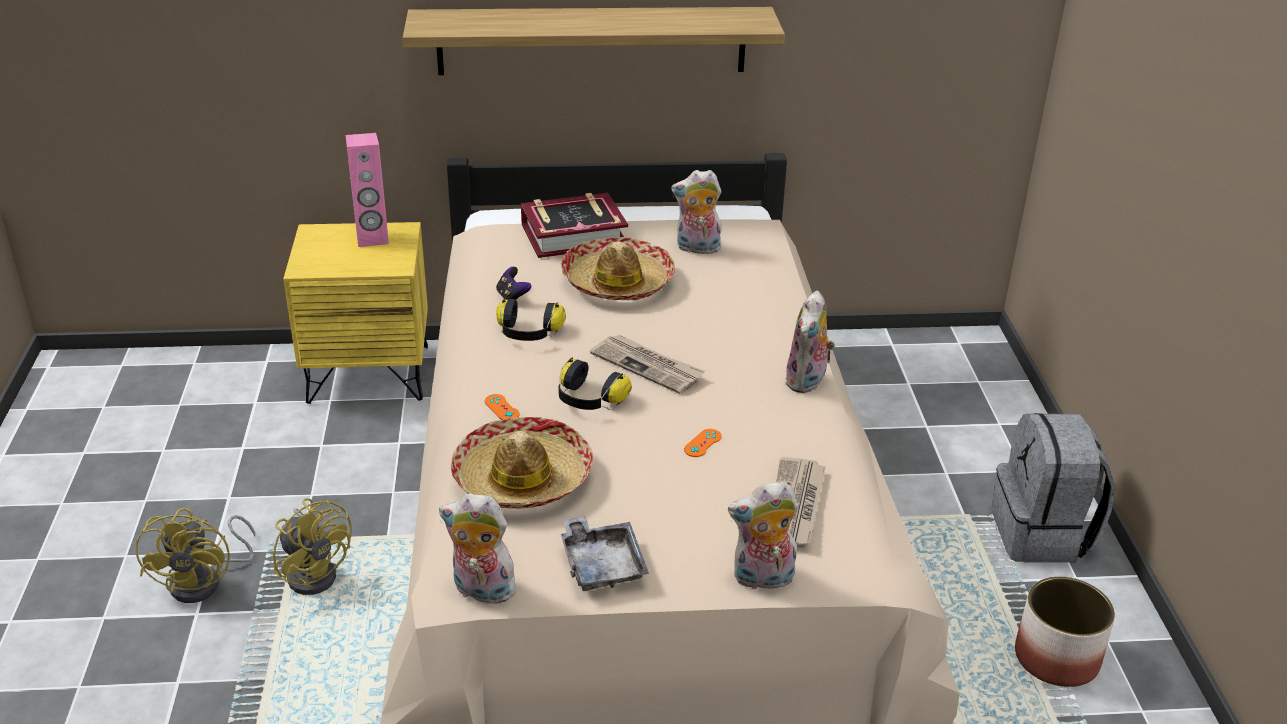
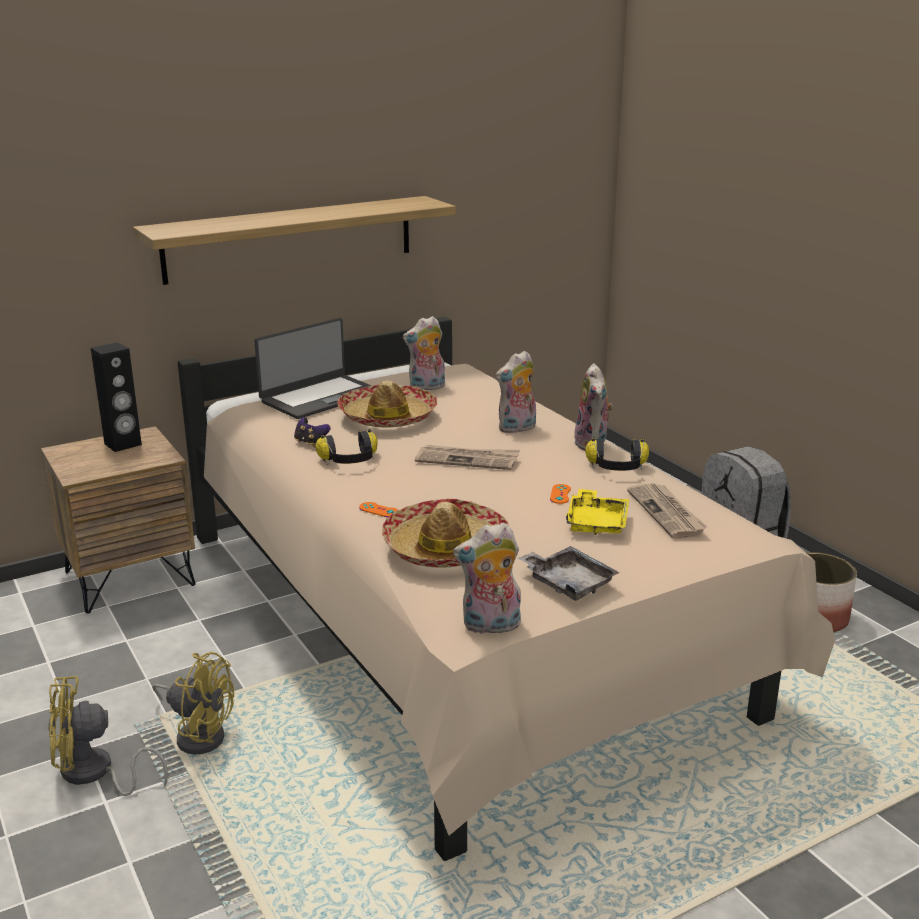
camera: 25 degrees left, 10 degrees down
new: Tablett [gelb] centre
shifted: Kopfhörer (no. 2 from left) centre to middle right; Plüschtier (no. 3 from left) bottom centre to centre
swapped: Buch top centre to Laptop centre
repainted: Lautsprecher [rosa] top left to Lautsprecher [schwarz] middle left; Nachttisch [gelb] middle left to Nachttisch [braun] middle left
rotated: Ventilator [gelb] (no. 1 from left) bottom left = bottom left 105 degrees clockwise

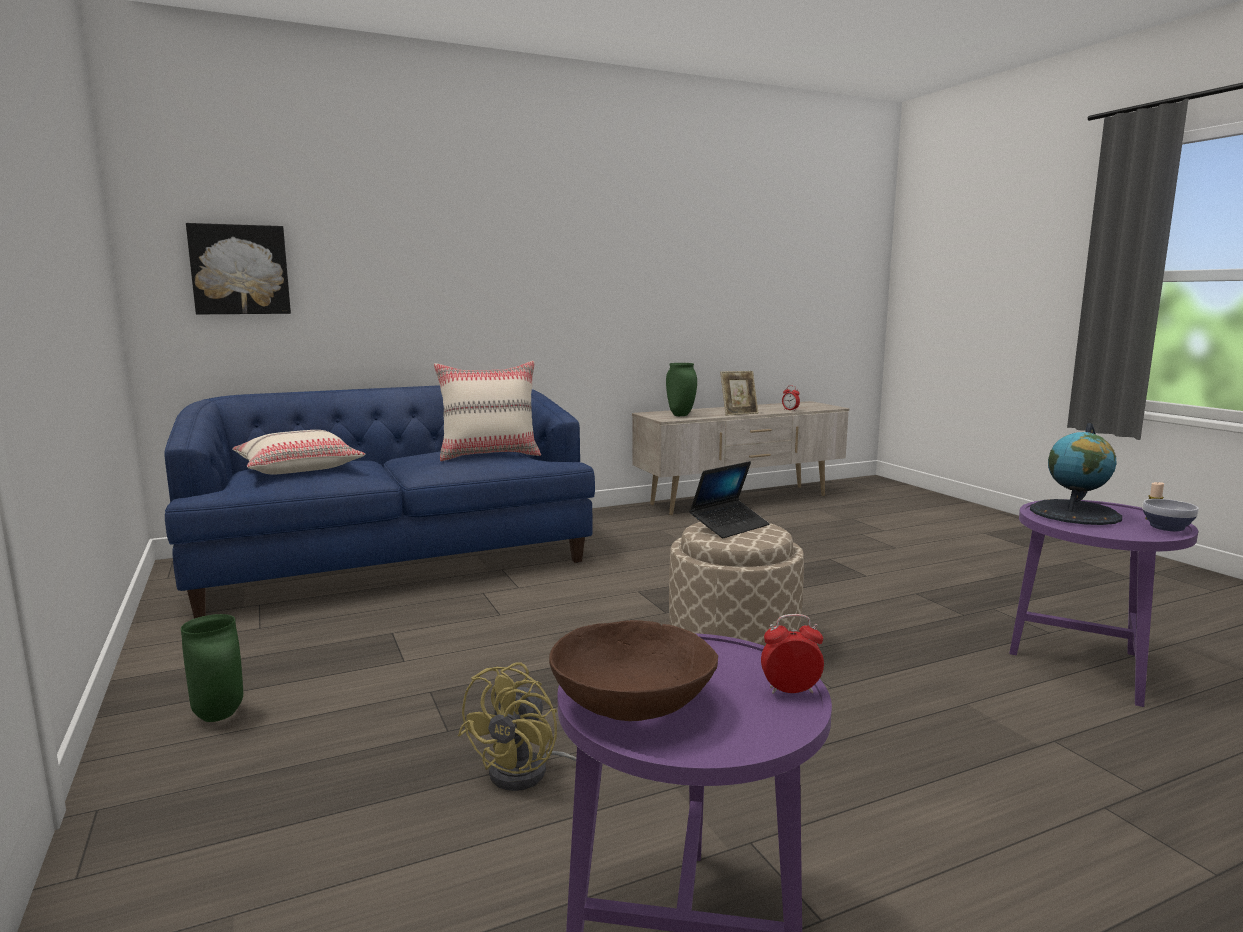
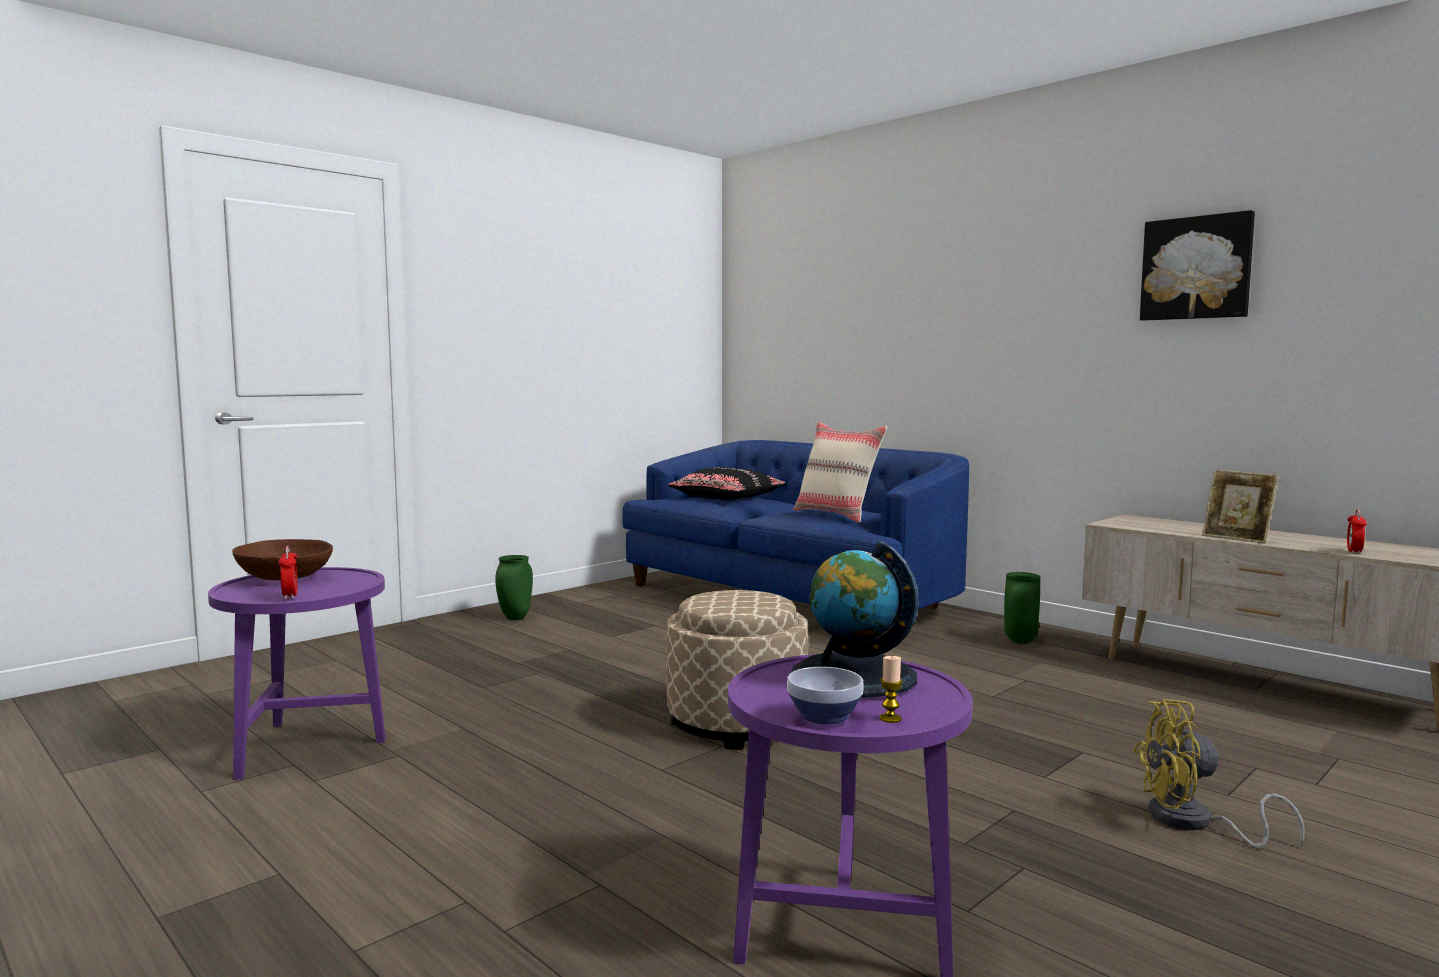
camera: 70 degrees right, 5 degrees down
gone: Laptop centre
shifted: Bild top left to top right; Vase [grün] (no. 2 from left) centre to middle right; Ventilator [gelb] bottom centre to bottom right
repainted: Kissen [beige] (no. 1 from left) middle left to Kissen [schwarz] centre

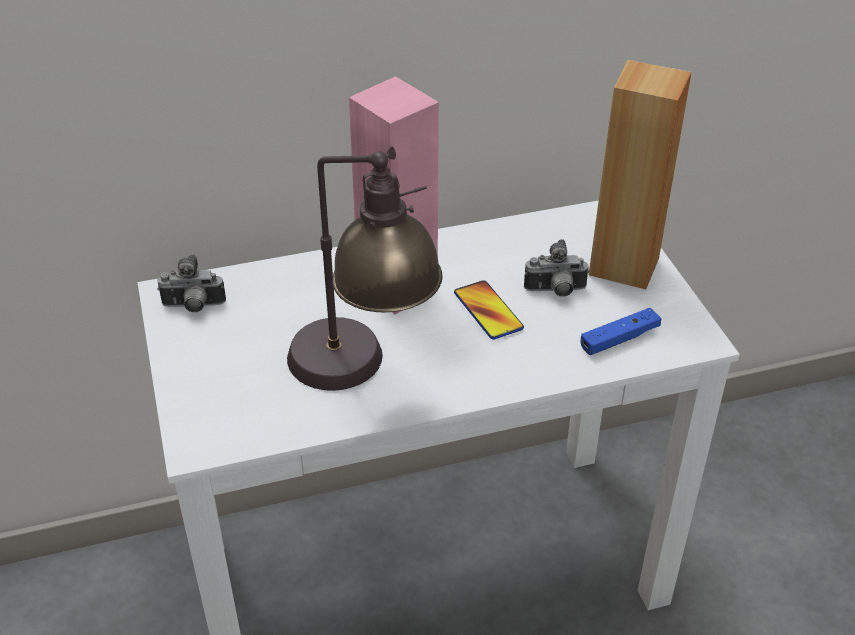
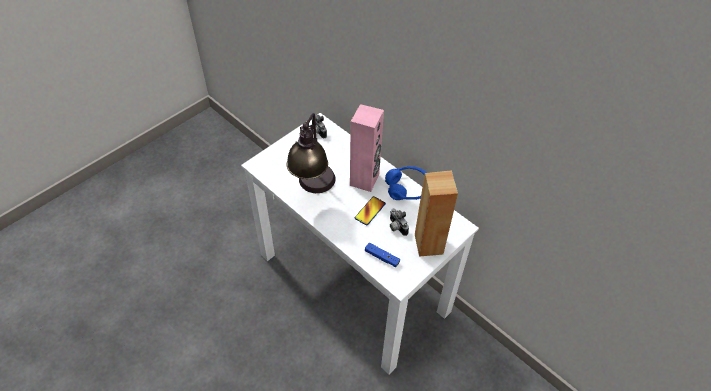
camera: 60 degrees right, 10 degrees up
new: Kopfhörer [blau] centre

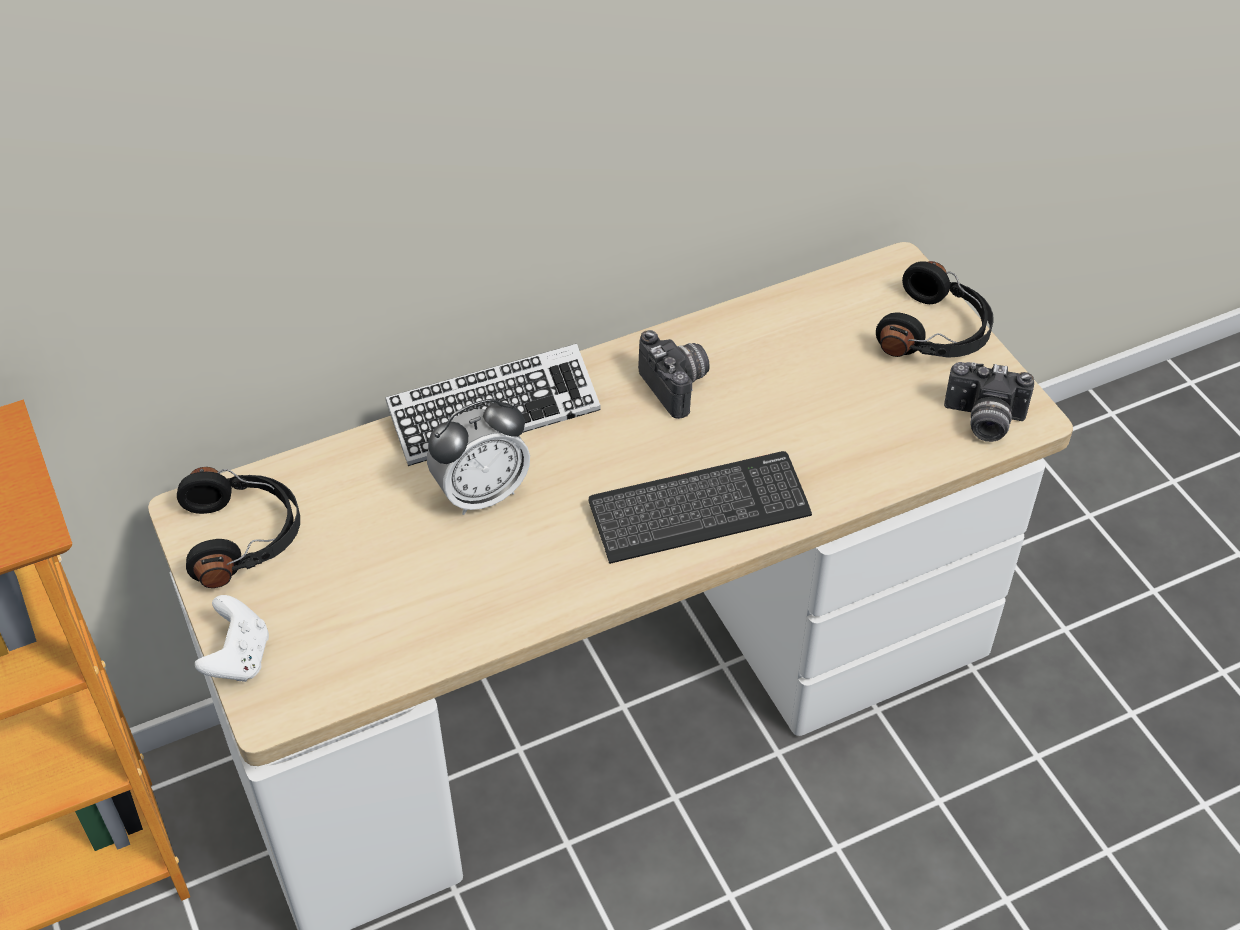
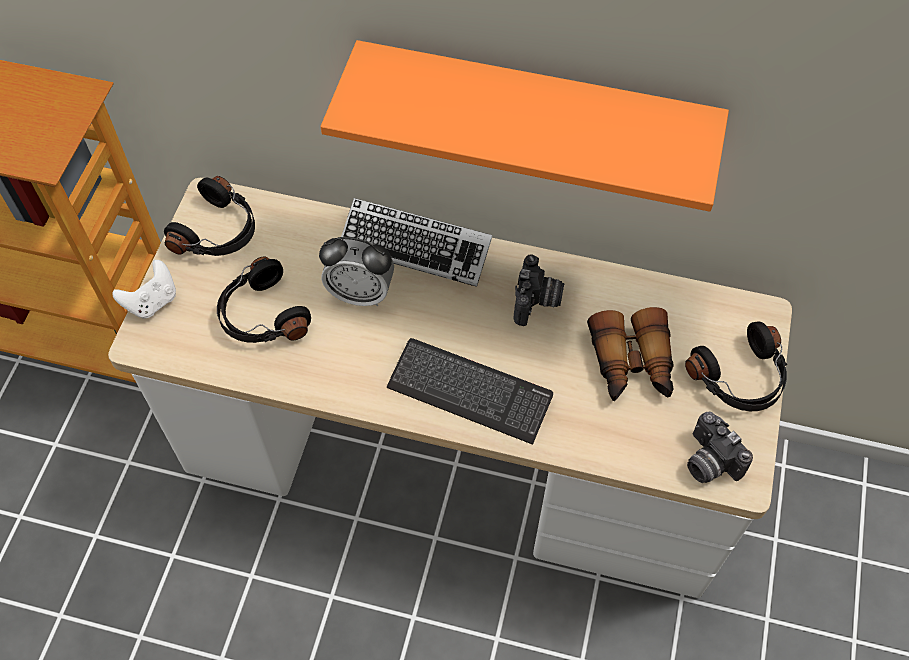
camera: 40 degrees right, 10 degrees up
new: Wandregal [orange] top centre; Kopfhörer [schwarz] (no. 2 from left) middle left; Fernglas middle right

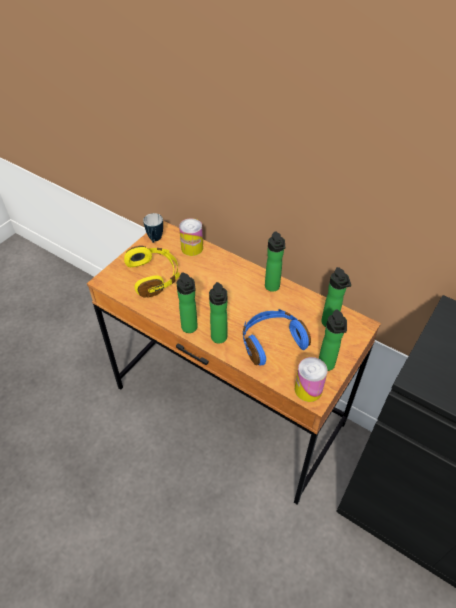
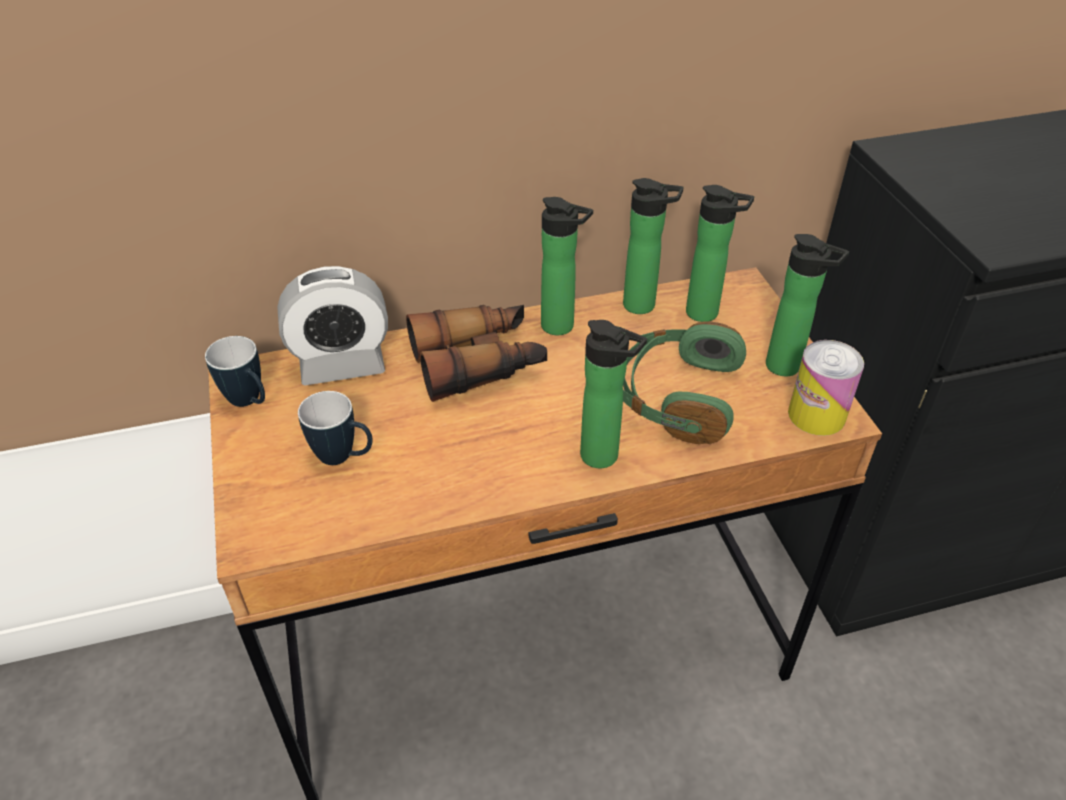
camera: 50 degrees left, 5 degrees down
new: Fernglas centre
shifted: Flasche (no. 1 from left in the first image) centre to Flasche (no. 3 from left) top centre
swapped: Dose (no. 1 from left) centre to Wecker middle left; Kopfhörer [gelb] centre to Henkelbecher (no. 2 from left) middle left
repainted: Kopfhörer [blau] centre to Kopfhörer [grün] centre

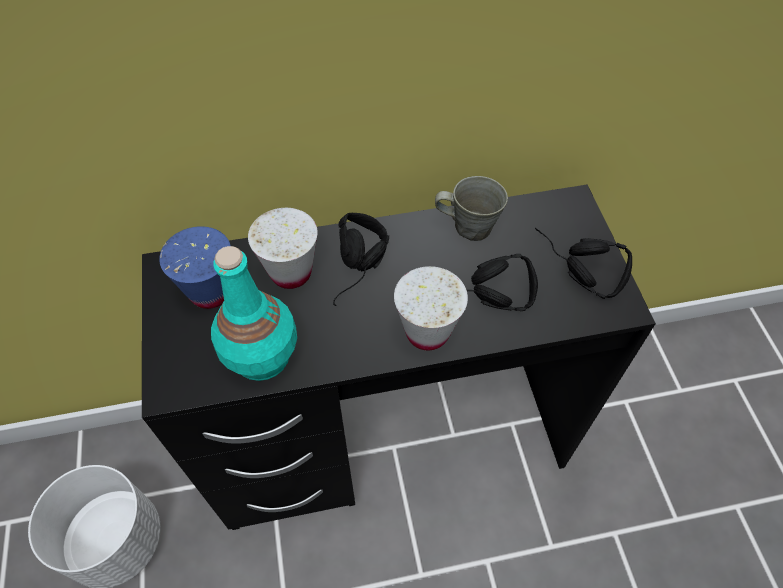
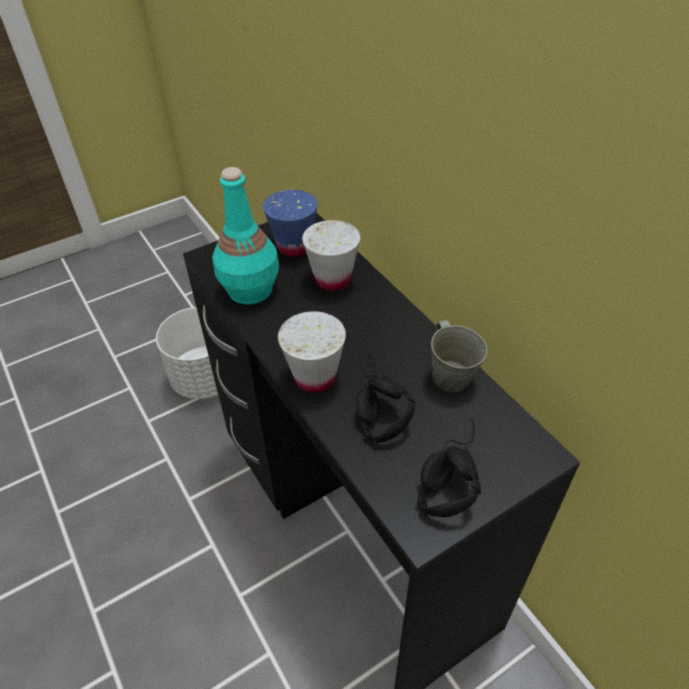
camera: 70 degrees right, 10 degrees down
gone: Kopfhörer [schwarz] (no. 1 from left) centre

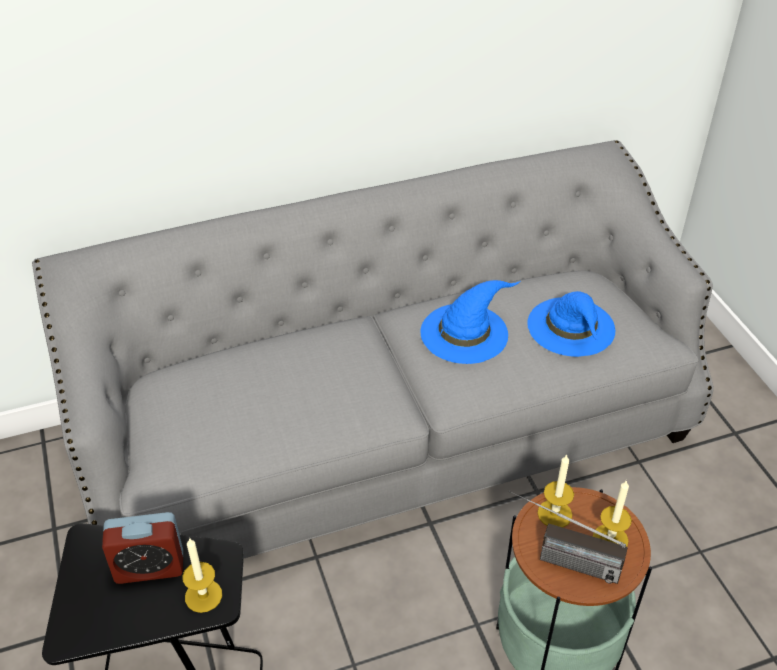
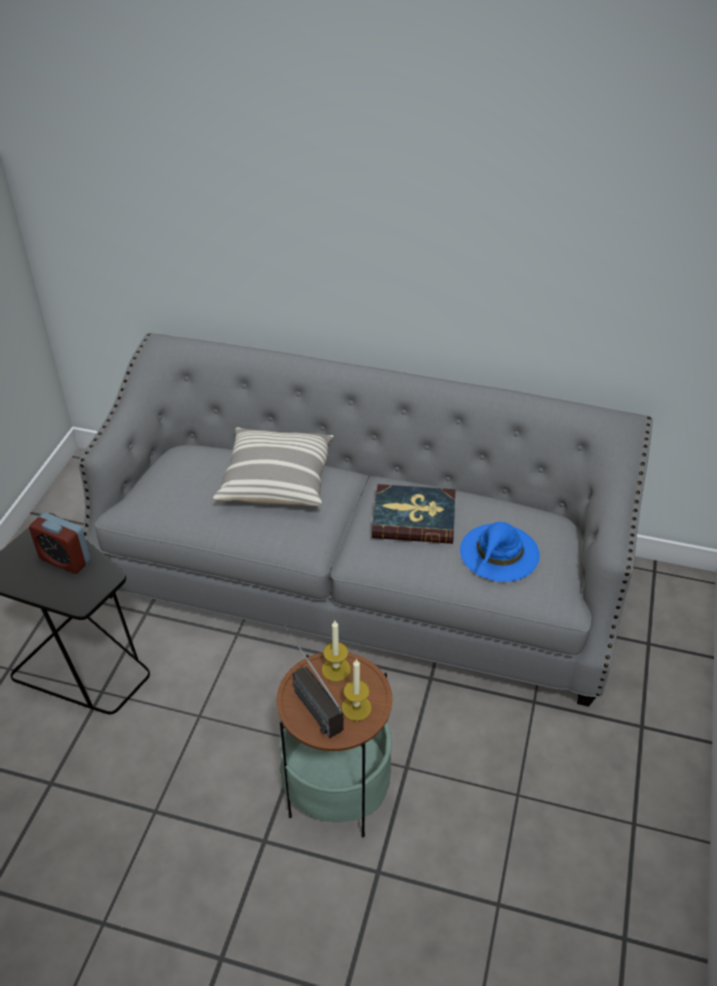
camera: 35 degrees right, 0 degrees up
gone: Kerze (no. 1 from left) bottom left
new: Kissen centre
swapped: Hut [blau] (no. 1 from left) centre to Buch centre

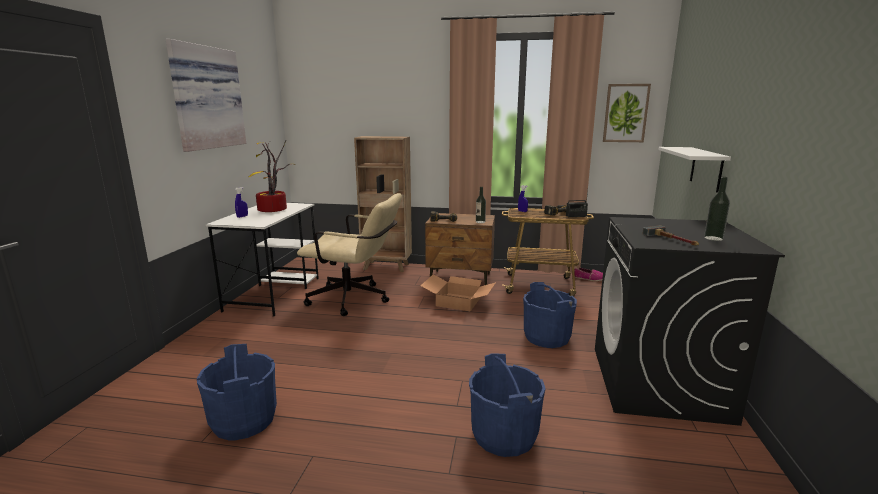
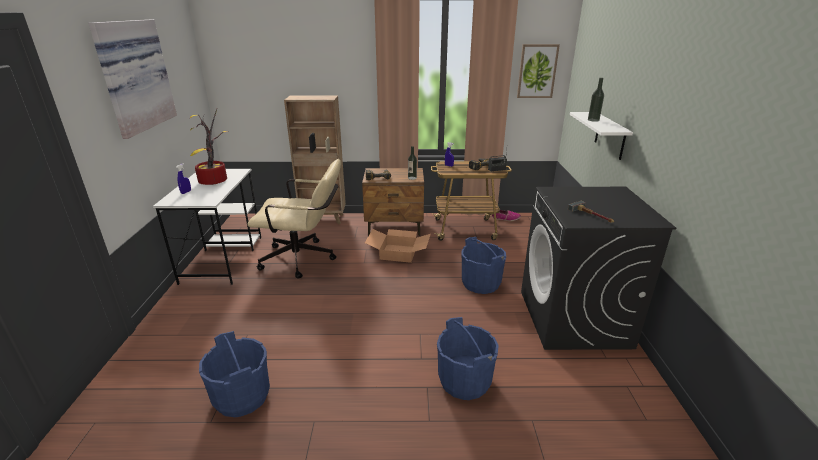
camera: 10 degrees left, 10 degrees up
shifted: Flasche (no. 2 from left) middle right to top right

